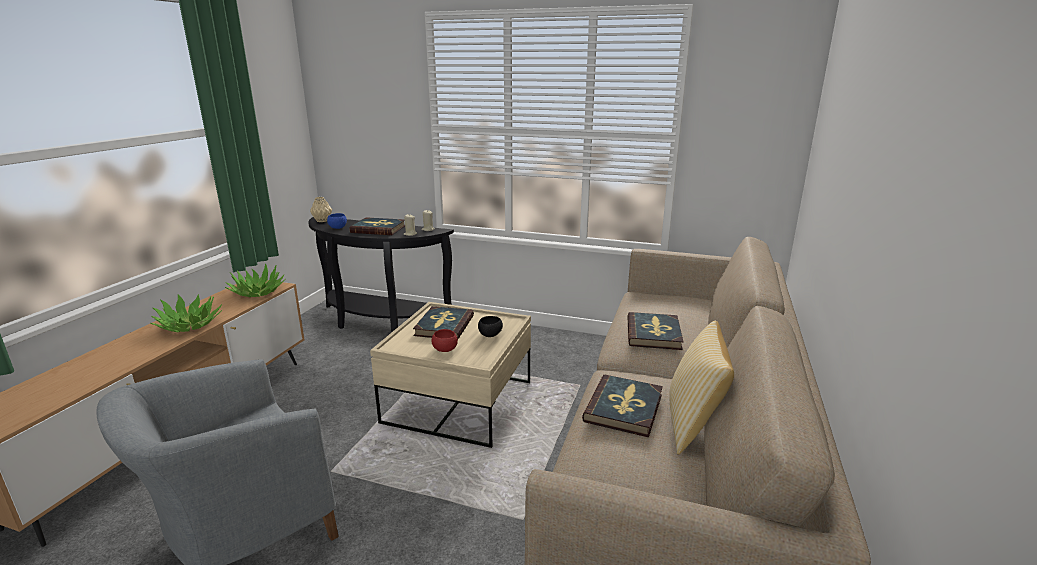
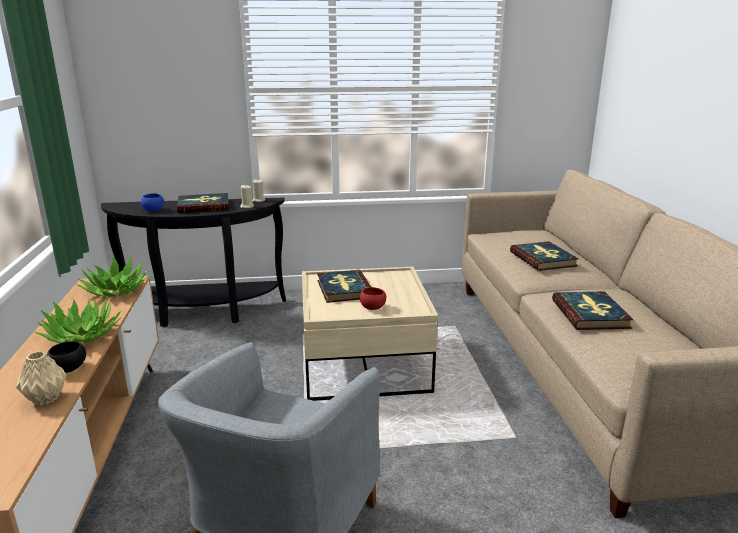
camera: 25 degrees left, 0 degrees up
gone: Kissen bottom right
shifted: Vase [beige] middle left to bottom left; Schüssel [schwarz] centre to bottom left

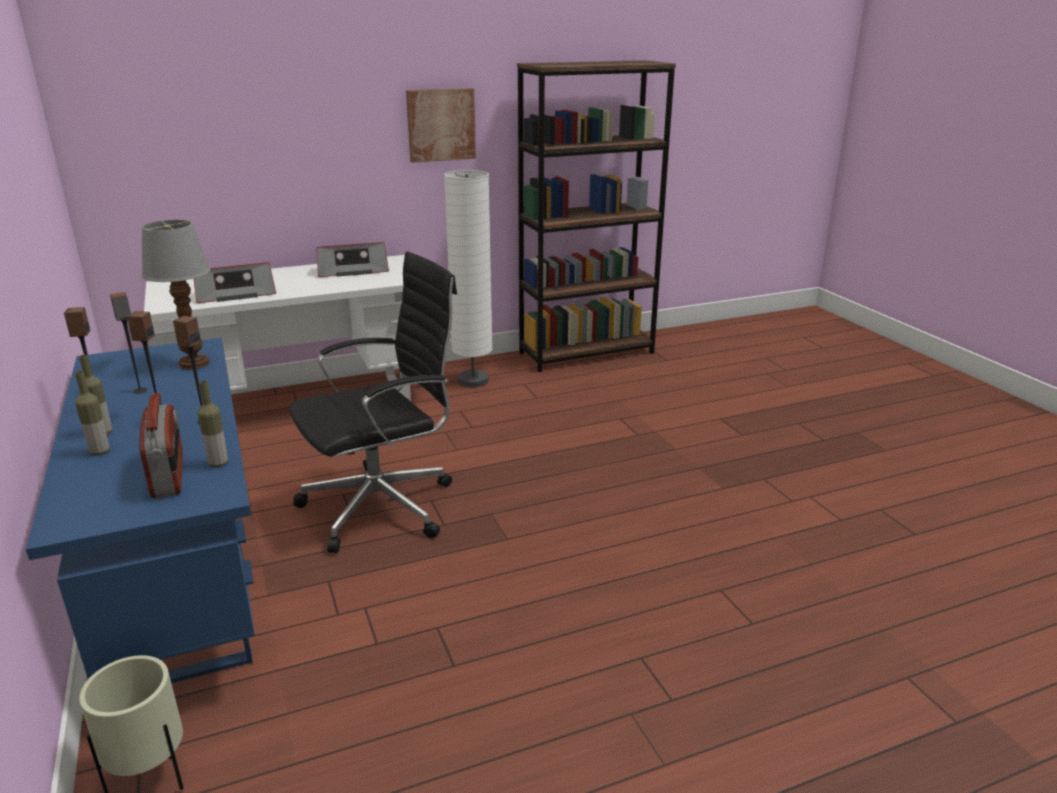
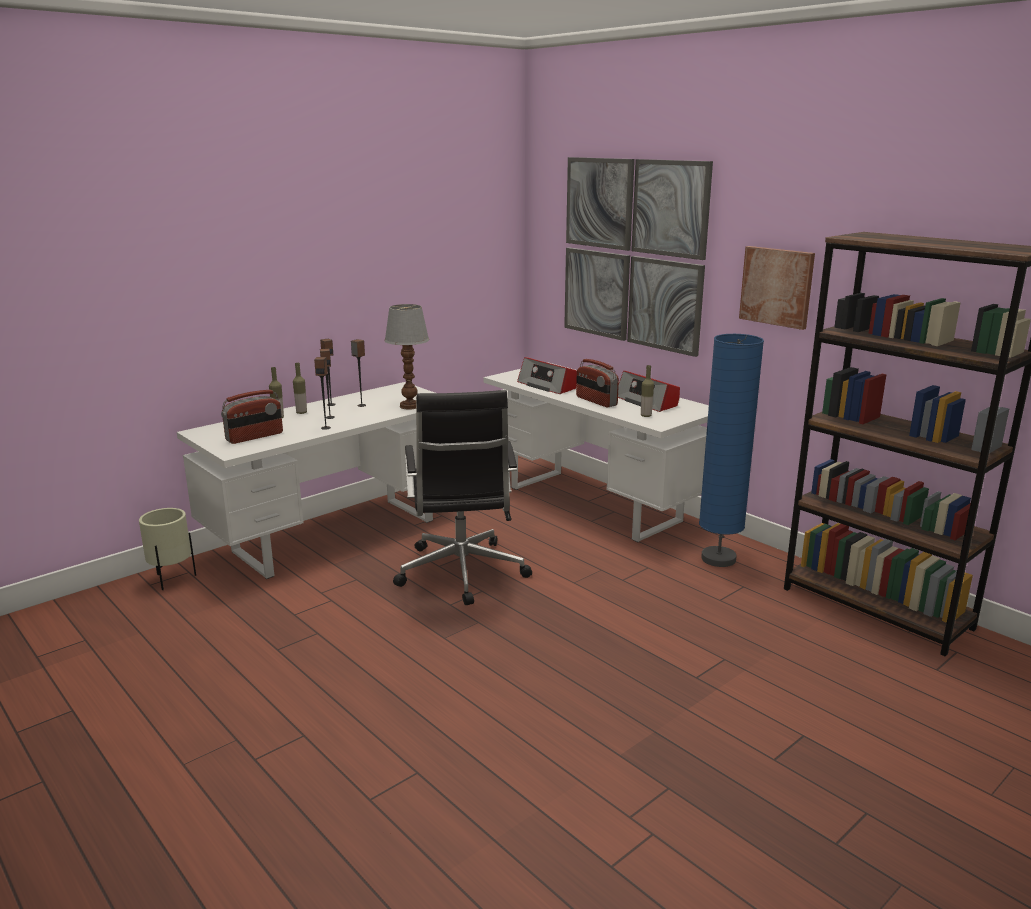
camera: 70 degrees right, 5 degrees down
new: Bild (no. 1 from left) top centre; Radio (no. 3 from left) centre
shifted: Flasche (no. 3 from left) middle left to centre
repainted: Stehlampe [weiß] centre to Stehlampe [blau] middle right; Schreibtisch [blau] middle left to Schreibtisch [weiß] (no. 1 from left) middle left
rotated: Bürostuhl [schwarz] centre = centre 45 degrees clockwise

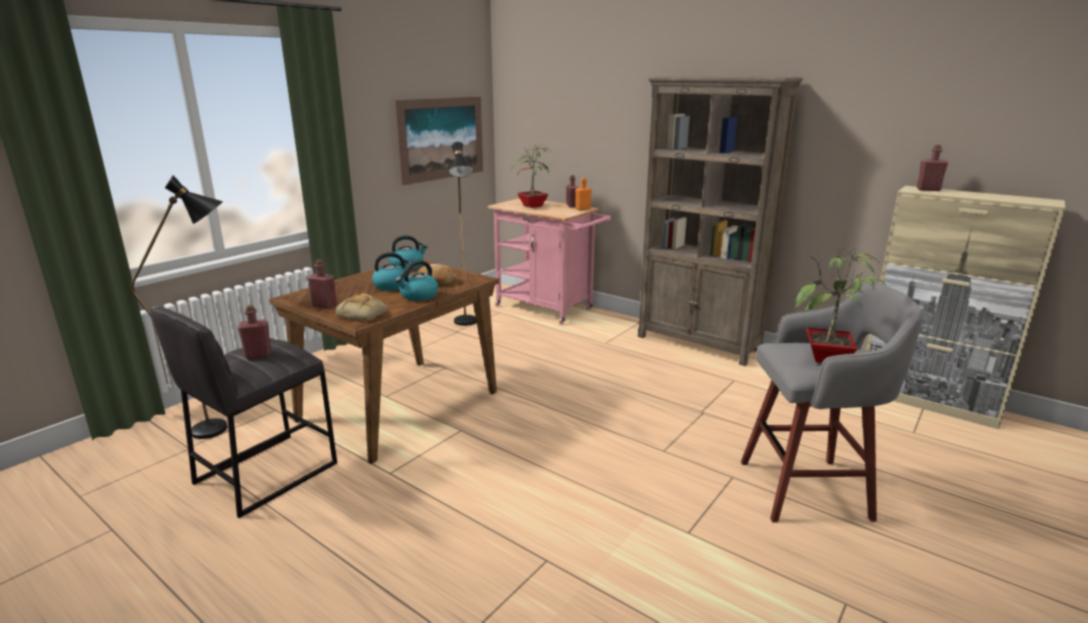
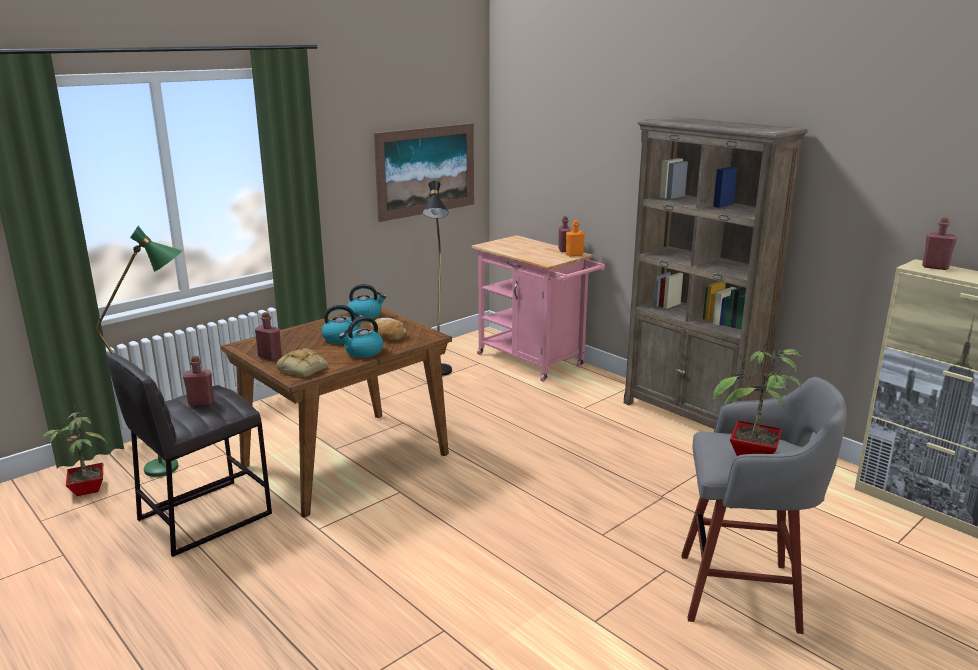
camera: 10 degrees right, 0 degrees up
shifted: Topfpflanze (no. 1 from left) top centre to bottom left
repainted: Stehlampe [schwarz] (no. 1 from left) middle left to Stehlampe [grün] middle left

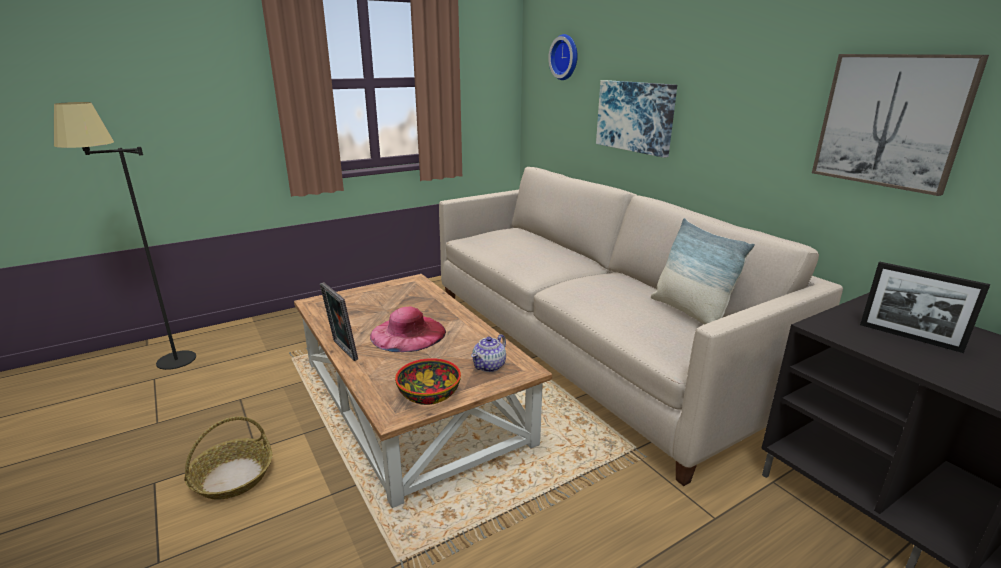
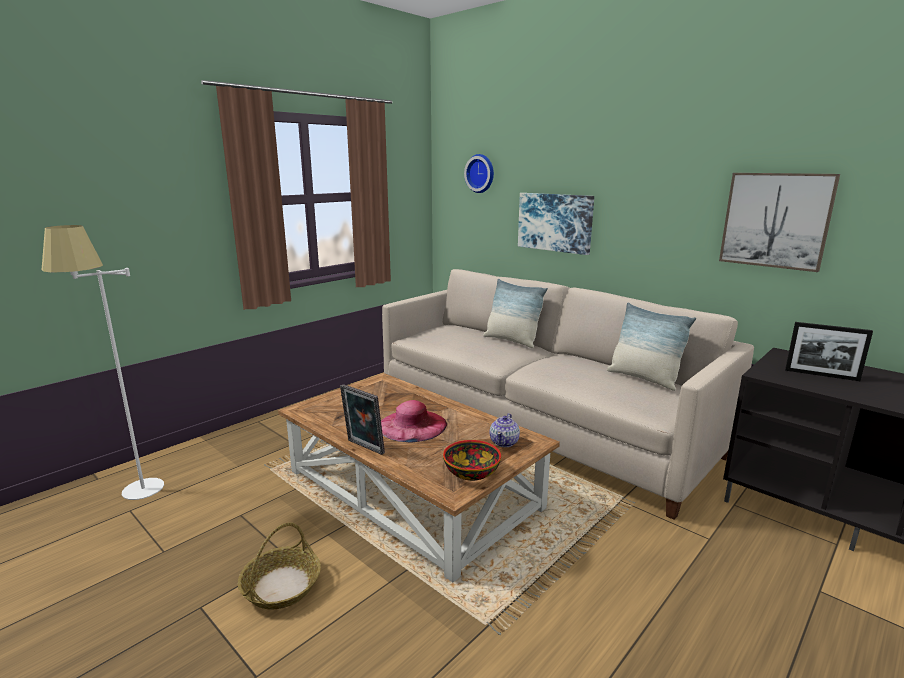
camera: 15 degrees left, 5 degrees down
new: Kissen (no. 1 from left) centre
repainted: Stehlampe [schwarz] middle left to Stehlampe [weiß] middle left

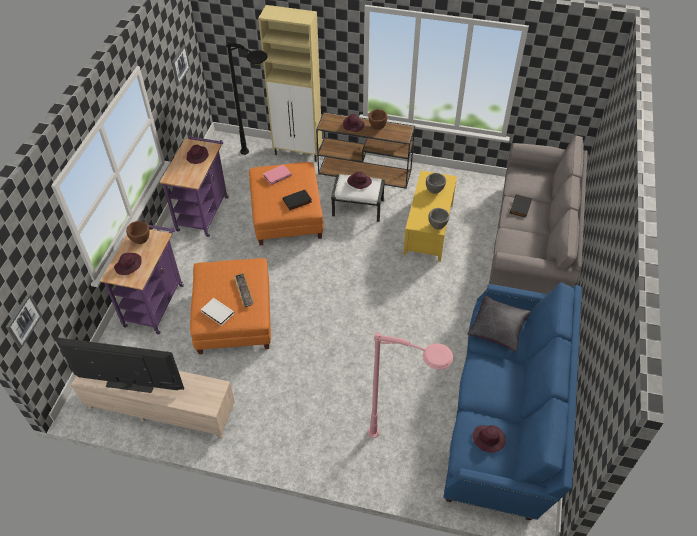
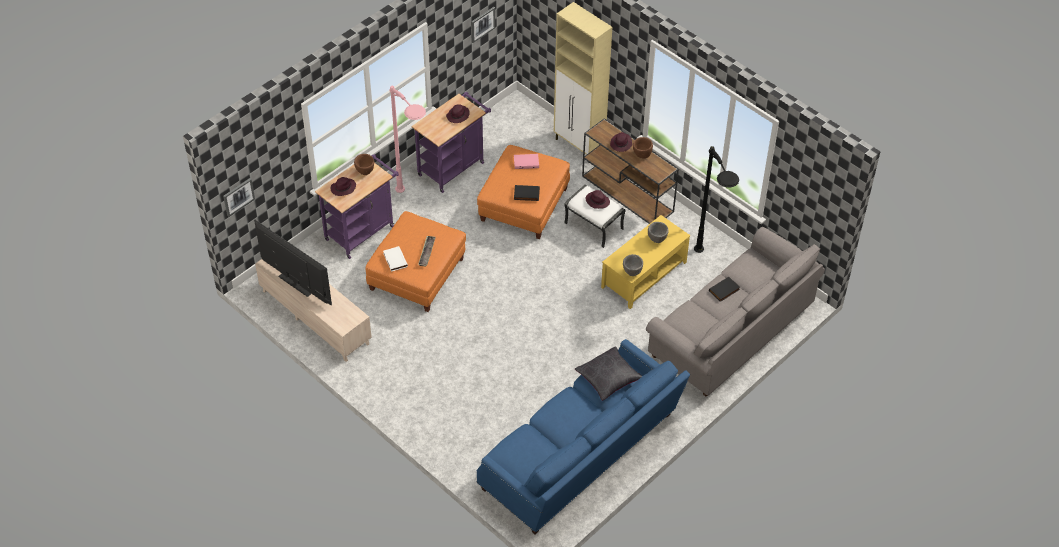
camera: 30 degrees right, 0 degrees up
gone: Hut [lila] (no. 5 from left) bottom right
shifted: Stehlampe [schwarz] top centre to middle right; Stehlampe [rosa] bottom centre to top centre

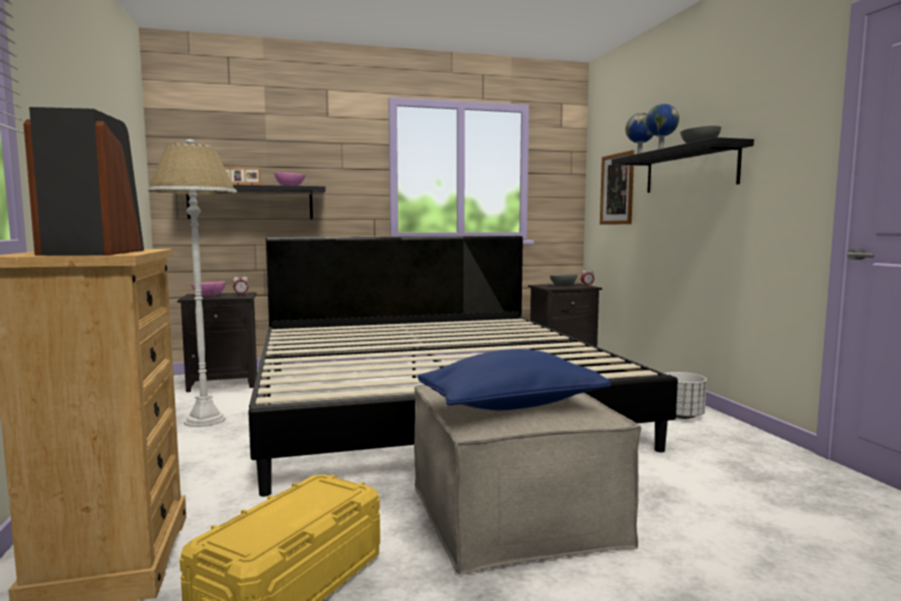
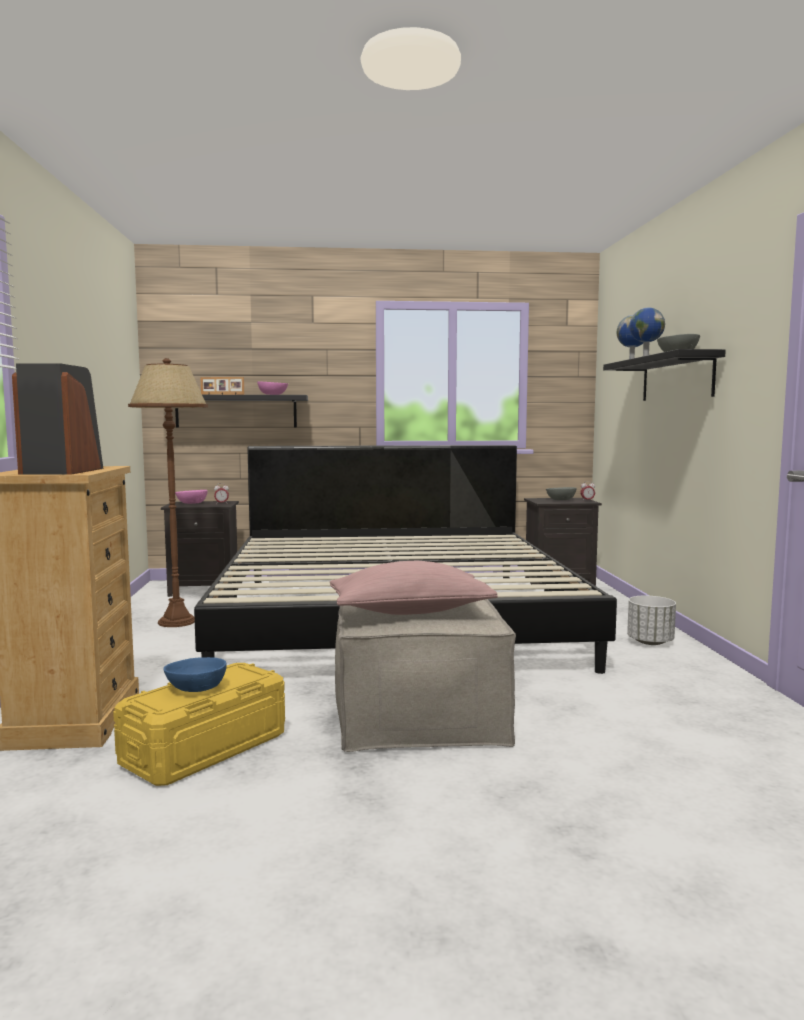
camera: 10 degrees right, 0 degrees up
gone: Bild top right
new: Schüssel [blau] middle left
repainted: Stehlampe [weiß] middle left to Stehlampe [braun] middle left; Kissen [blau] centre to Kissen [rosa] centre

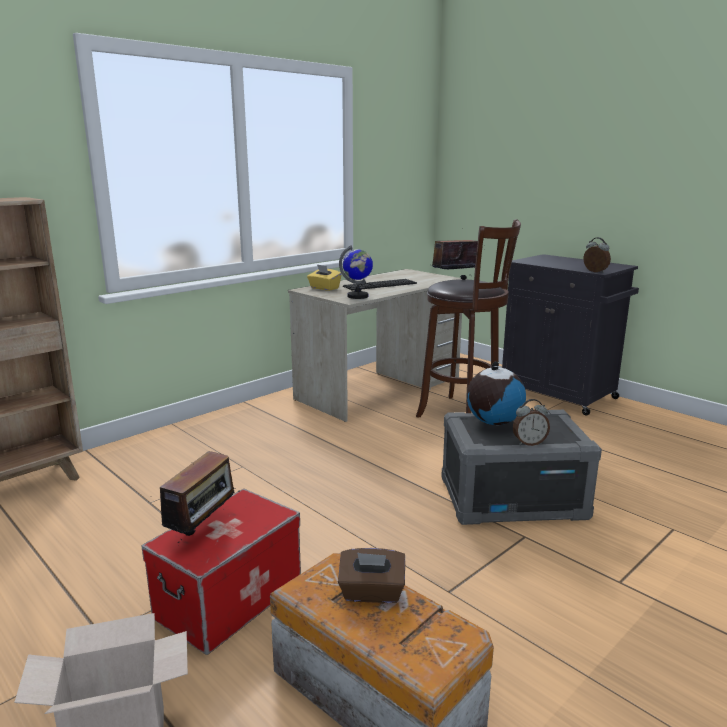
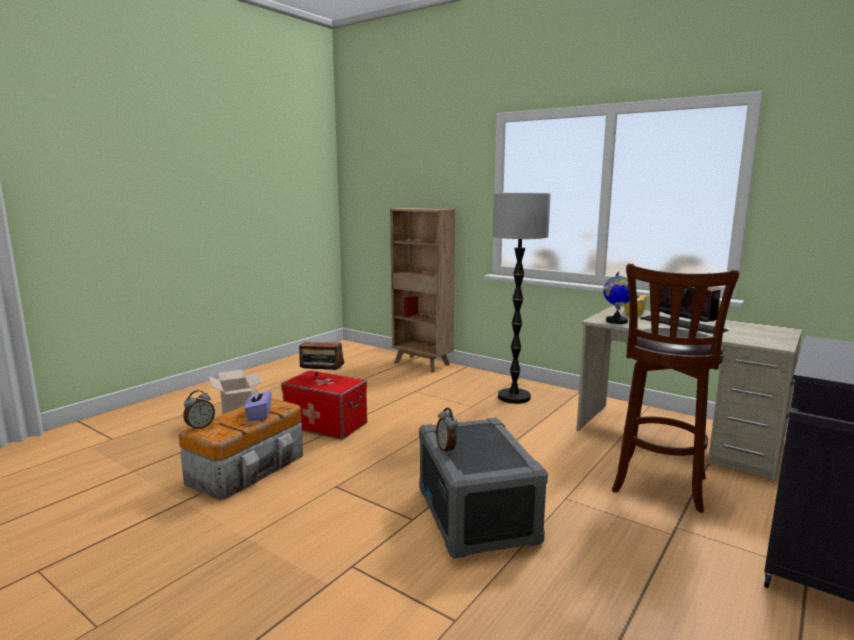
camera: 80 degrees right, 5 degrees down
gone: Globus (no. 2 from left) middle right
new: Stehlampe centre
shifted: Wecker (no. 2 from left in the first image) middle right to Wecker (no. 1 from left) middle left
repainted: Taschentuchbox [braun] bottom centre to Taschentuchbox [lila] middle left

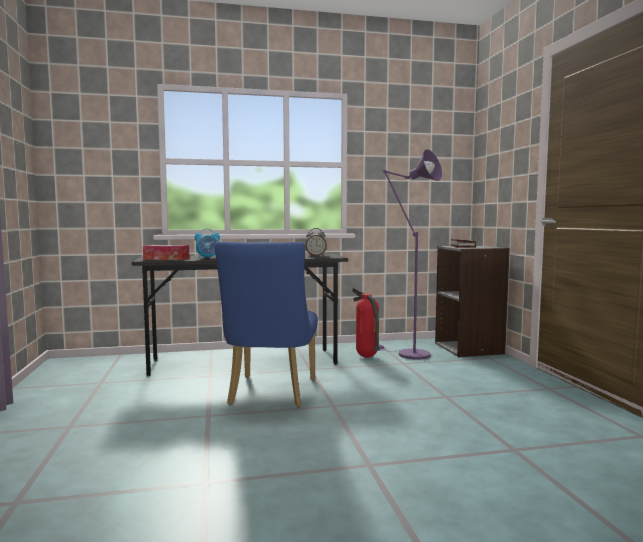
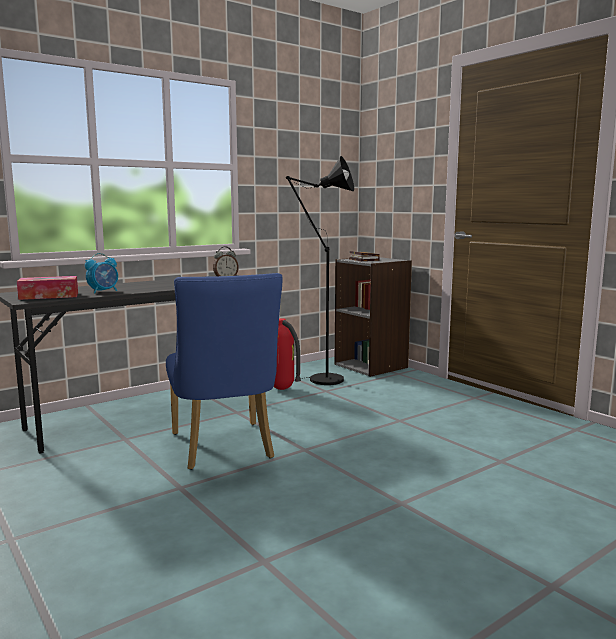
camera: 25 degrees left, 5 degrees up
repainted: Stehlampe [lila] centre to Stehlampe [schwarz] centre

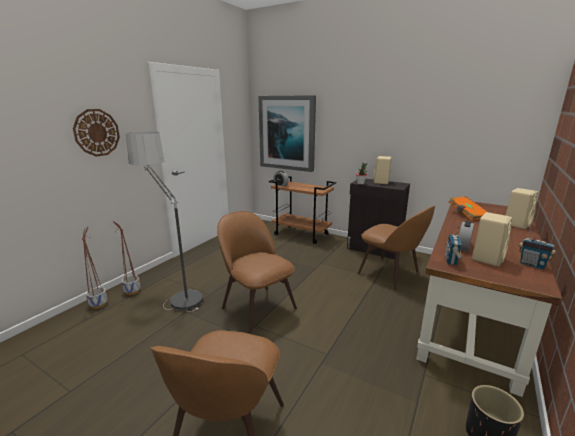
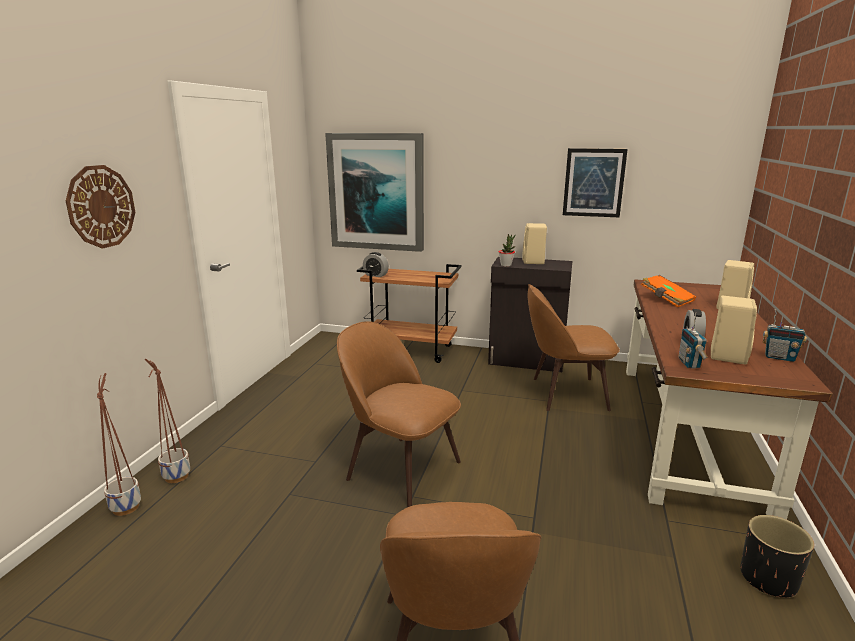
camera: 15 degrees left, 0 degrees up
gone: Stehlampe middle left
new: Bild (no. 2 from left) top right
rotated: Stuhl [braun] (no. 3 from left) middle right = middle right 150 degrees clockwise

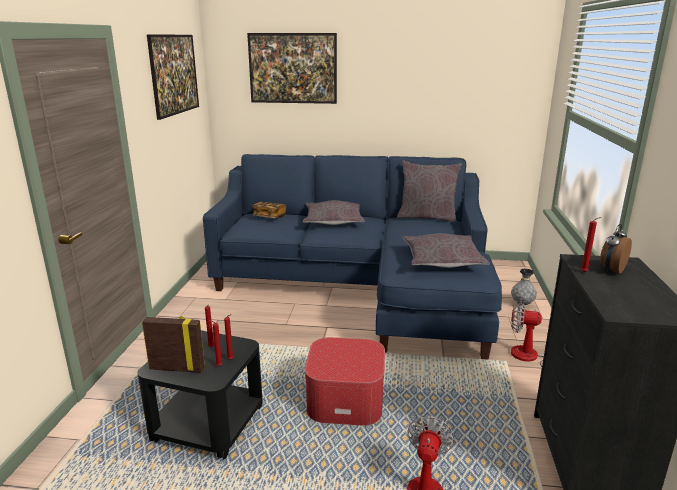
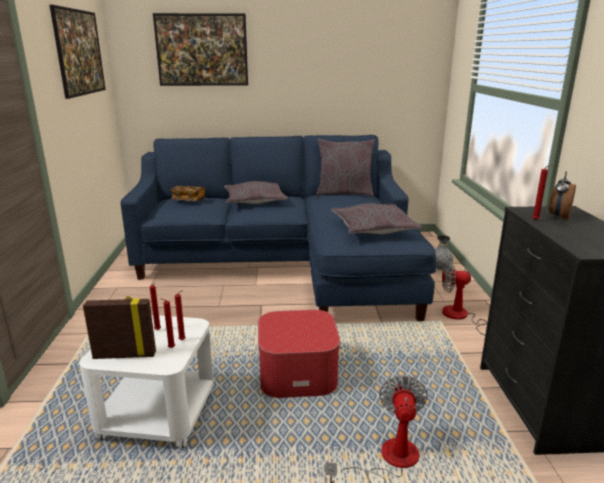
camera: 10 degrees left, 0 degrees up
repainted: Beistelltisch [schwarz] bottom left to Beistelltisch [weiß] bottom left

